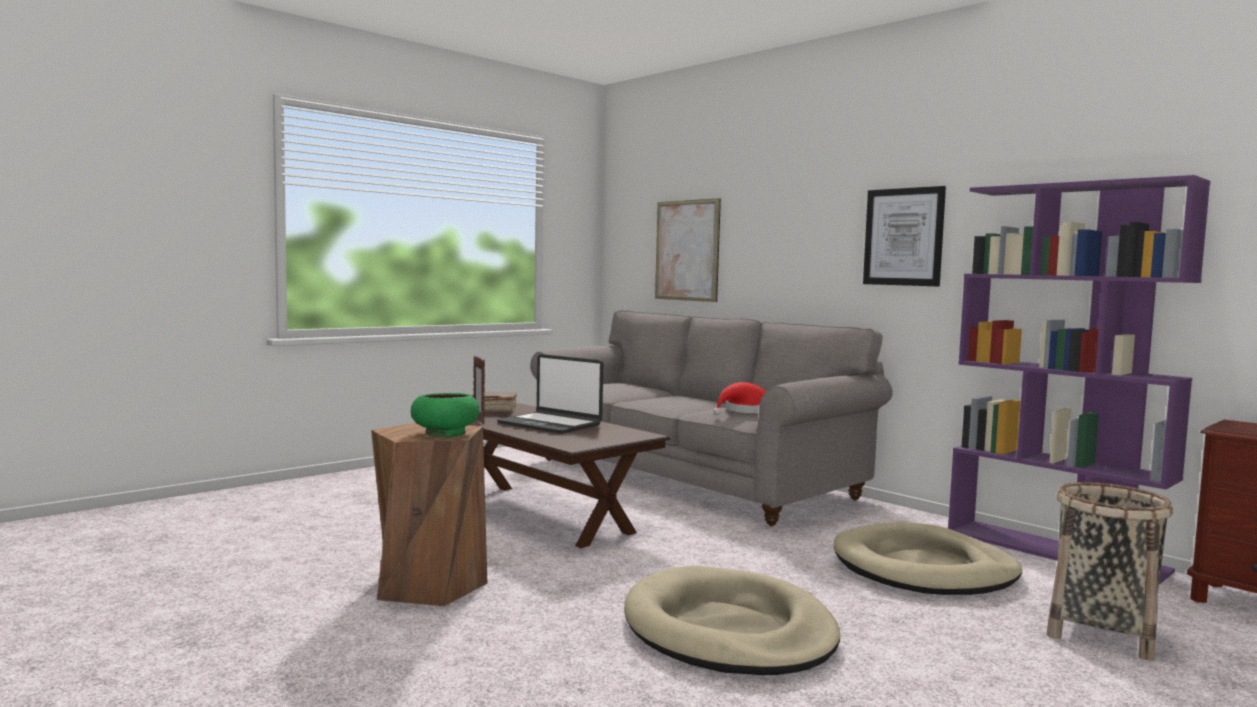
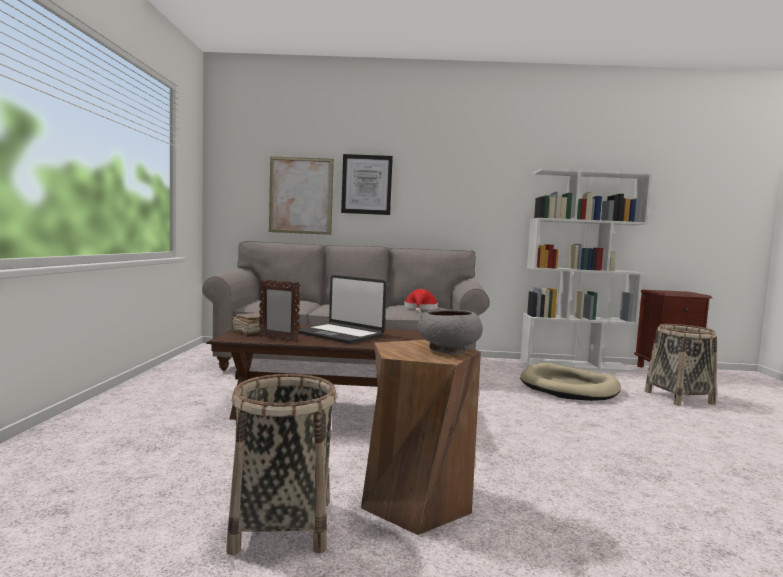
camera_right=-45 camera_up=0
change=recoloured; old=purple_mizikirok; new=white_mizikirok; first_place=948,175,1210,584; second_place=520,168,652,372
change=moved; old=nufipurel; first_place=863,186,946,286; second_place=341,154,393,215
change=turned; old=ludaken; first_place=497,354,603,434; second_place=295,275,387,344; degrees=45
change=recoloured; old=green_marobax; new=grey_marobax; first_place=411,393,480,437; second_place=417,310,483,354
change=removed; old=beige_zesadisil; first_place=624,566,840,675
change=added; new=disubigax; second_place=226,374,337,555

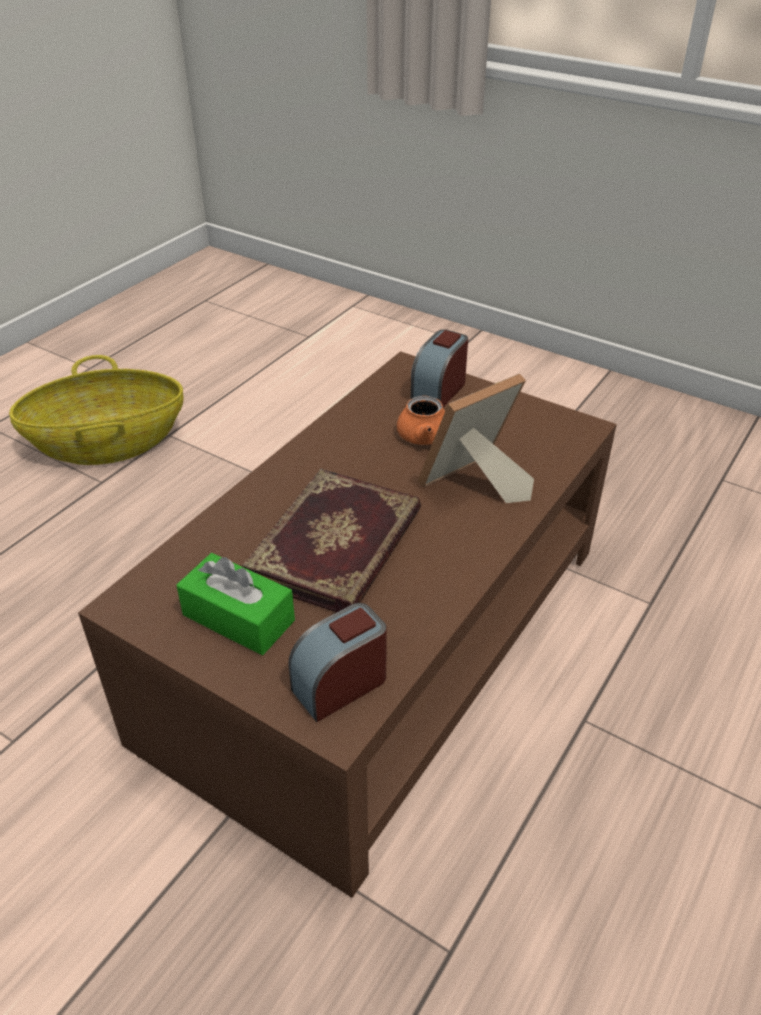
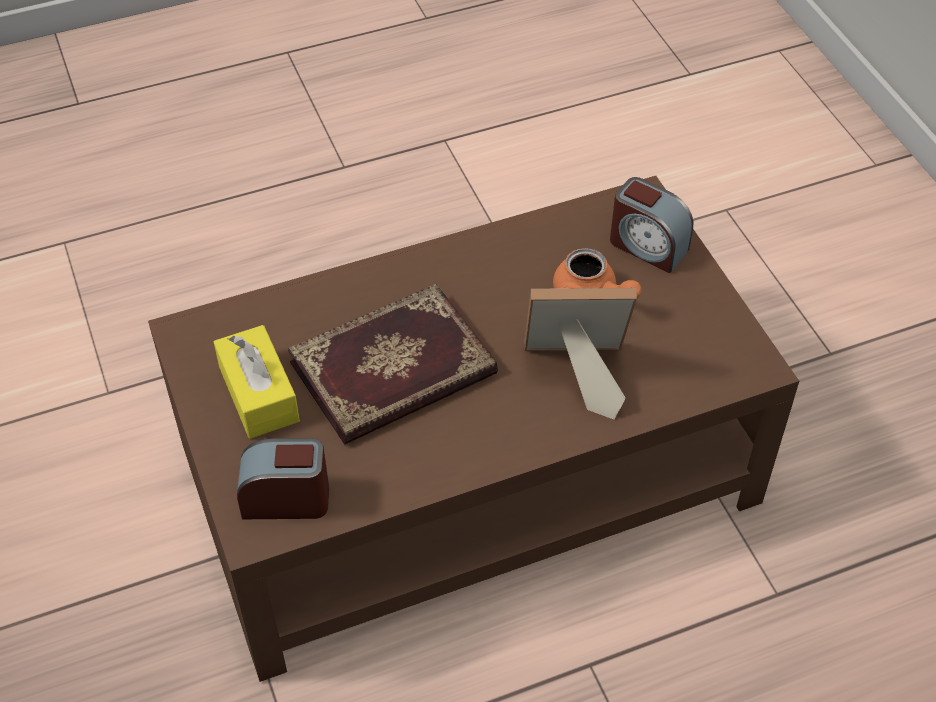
camera_right=35 camera_up=10
change=turned; old=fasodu; first_place=411,329,468,407; second_place=610,177,693,273; degrees=-120
change=removed; old=disubigax; first_place=9,355,183,465
change=recoloured; old=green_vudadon; new=yellow_vudadon; first_place=176,553,295,655; second_place=214,325,300,439

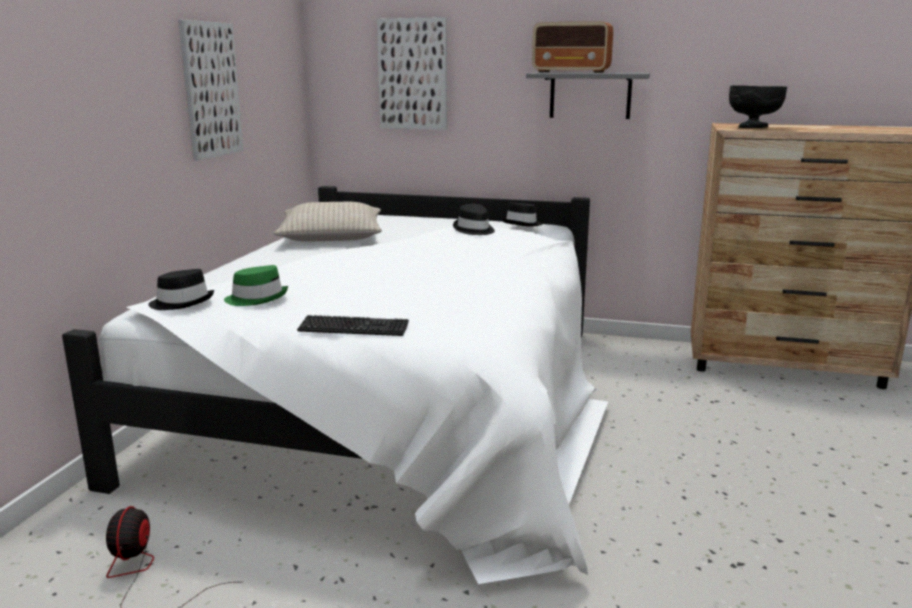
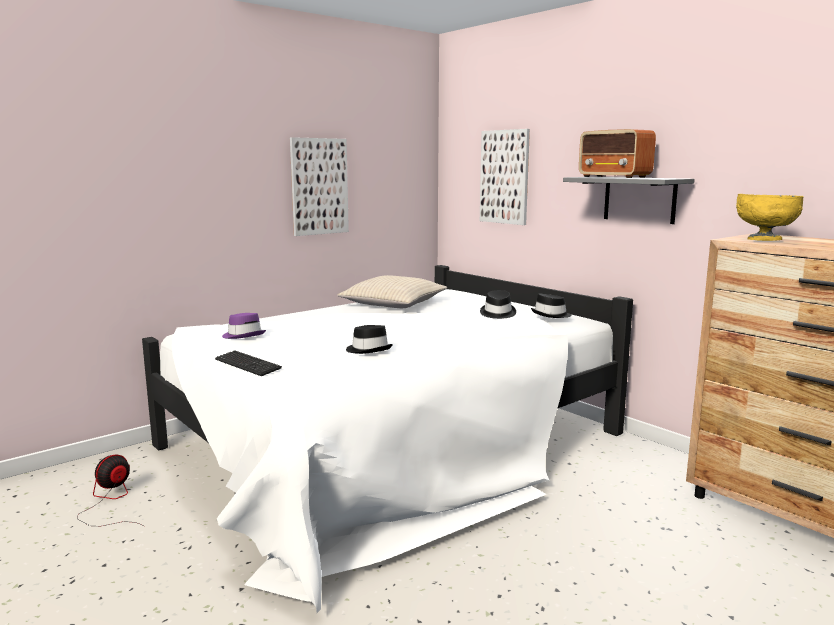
camera_right=35 camera_up=-5
change=recoloured; old=black_marobax; new=yellow_marobax; first_place=729,86,787,128; second_place=736,194,804,241
change=recoloured; old=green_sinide; new=purple_sinide; first_place=224,265,288,306; second_place=222,313,266,339
change=moved; old=black_sinide; first_place=148,269,214,310; second_place=346,325,393,354

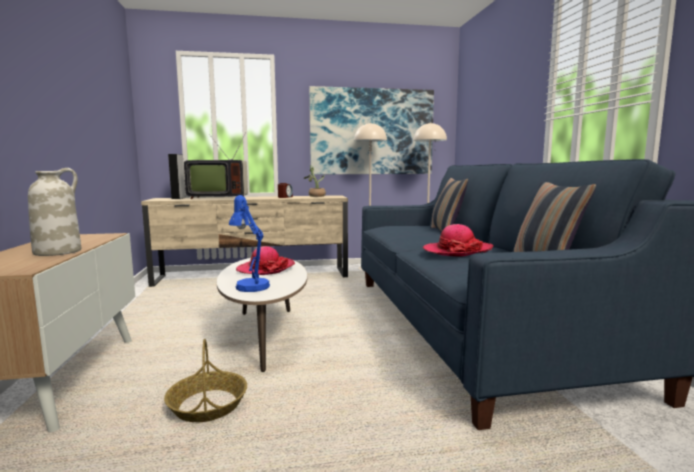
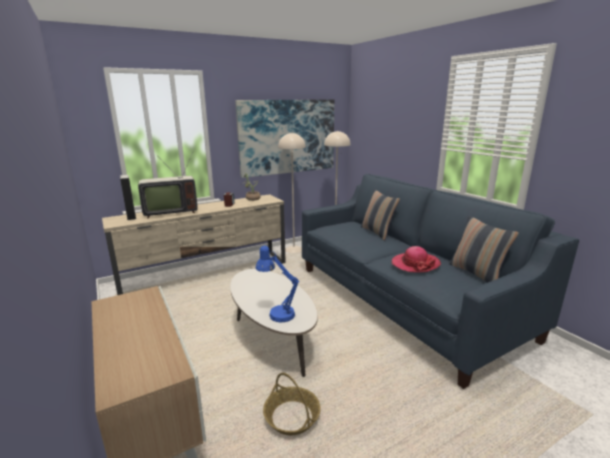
camera_right=-20 camera_up=10
change=removed; old=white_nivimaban; first_place=28,168,81,256
change=removed; old=sinide; first_place=236,246,295,275

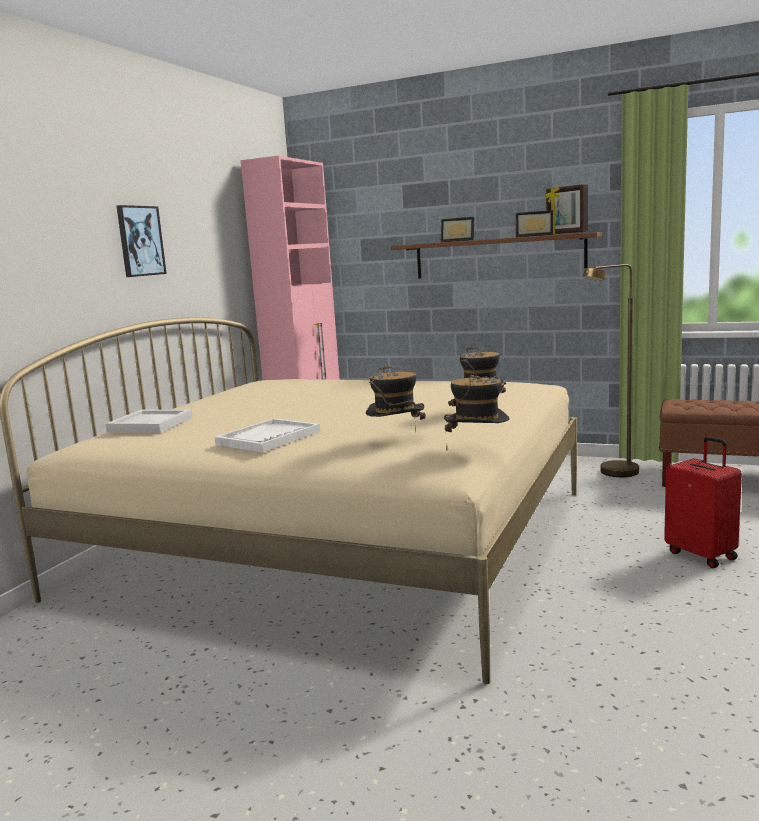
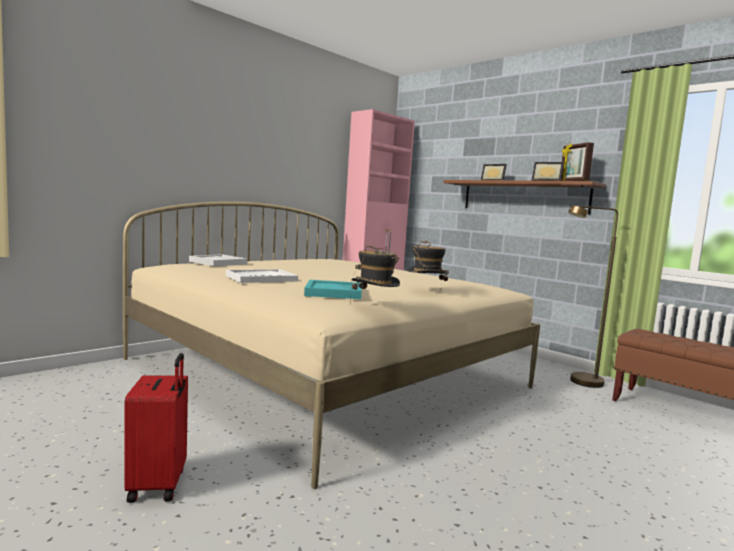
camera_right=20 camera_up=-5
change=removed; old=nufipurel; first_place=117,205,167,277
change=replaced; old=sinide; new=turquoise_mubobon; first_place=366,365,426,431; second_place=304,280,362,299
change=moved; old=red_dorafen; first_place=664,437,742,568; second_place=125,353,188,503

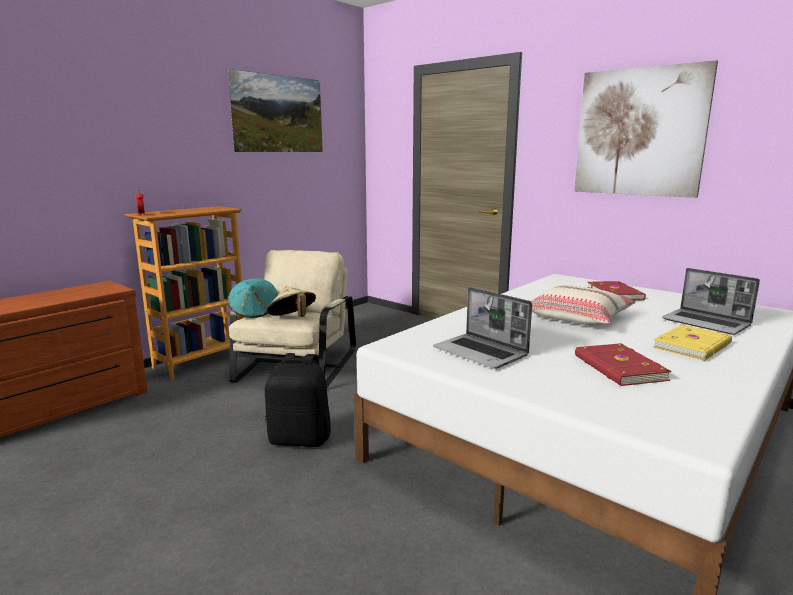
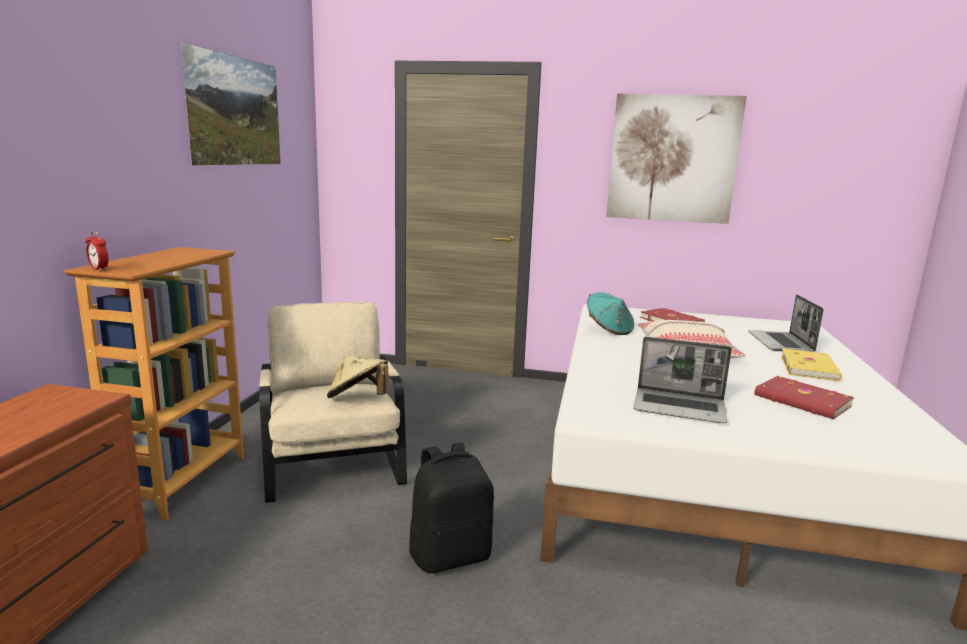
camera_right=-30 camera_up=0
change=turned; old=ludaken; first_place=662,268,760,335; second_place=748,294,823,352; degrees=75
change=moved; old=turquoise_sinide; first_place=227,278,278,318; second_place=587,292,634,335

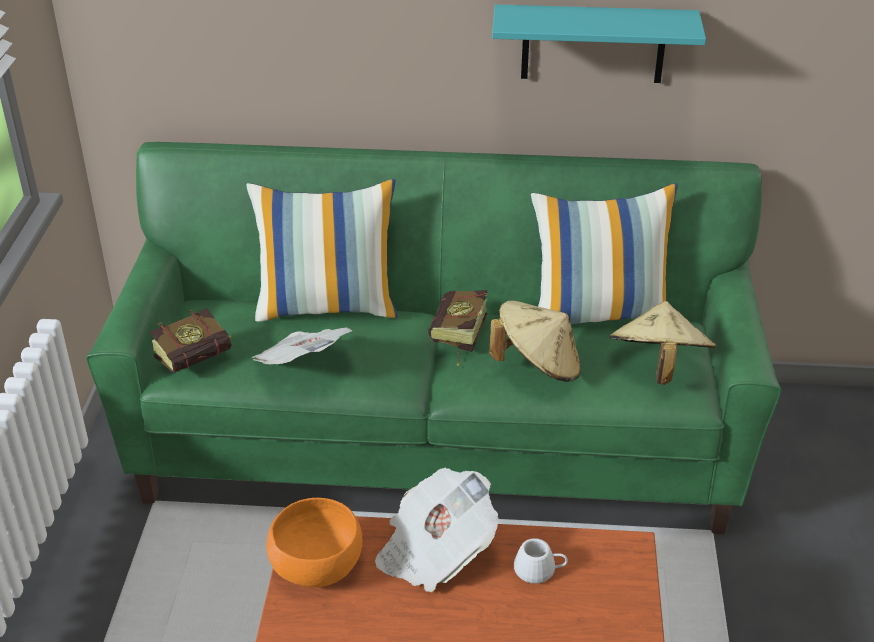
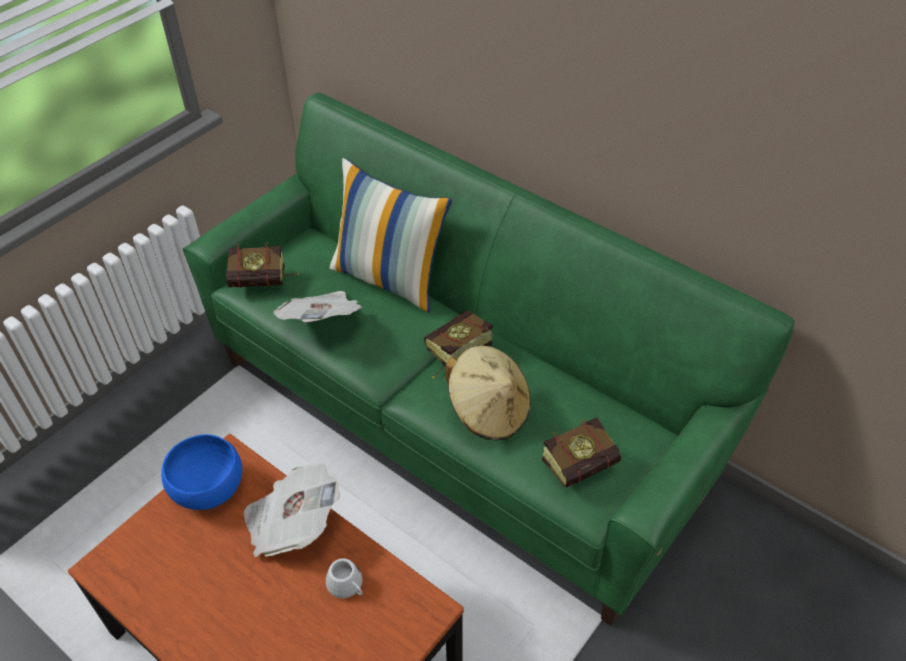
camera_right=35 camera_up=10
change=removed; old=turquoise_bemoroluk; first_place=492,4,706,83
change=removed; old=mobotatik; first_place=531,183,678,324
change=replaced; old=beige_sinide; new=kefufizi; first_place=609,301,716,385; second_place=542,417,621,487
change=recoloured; old=orange_marobax; new=blue_marobax; first_place=266,498,363,587; second_place=161,434,242,510

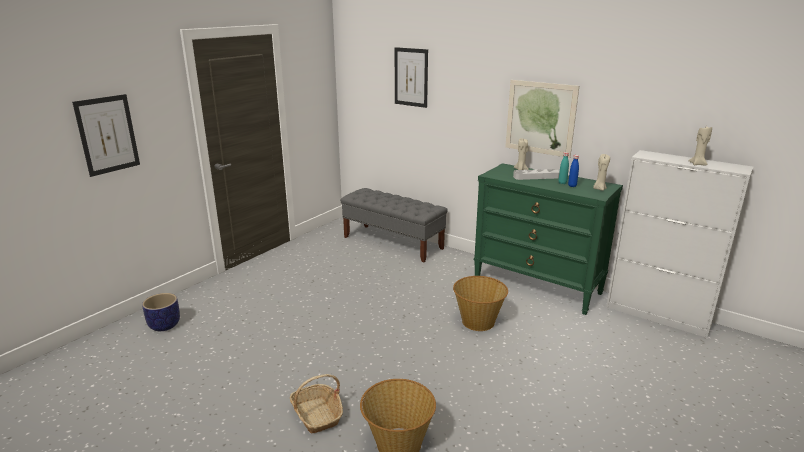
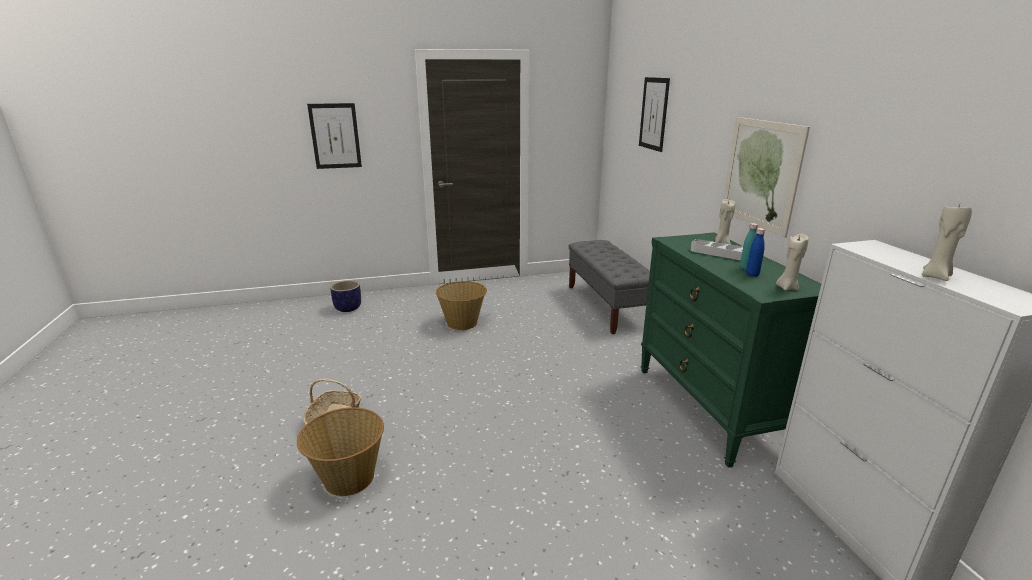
camera_right=40 camera_up=0
change=moved; old=disubigax; first_place=453,276,508,331; second_place=436,281,487,330

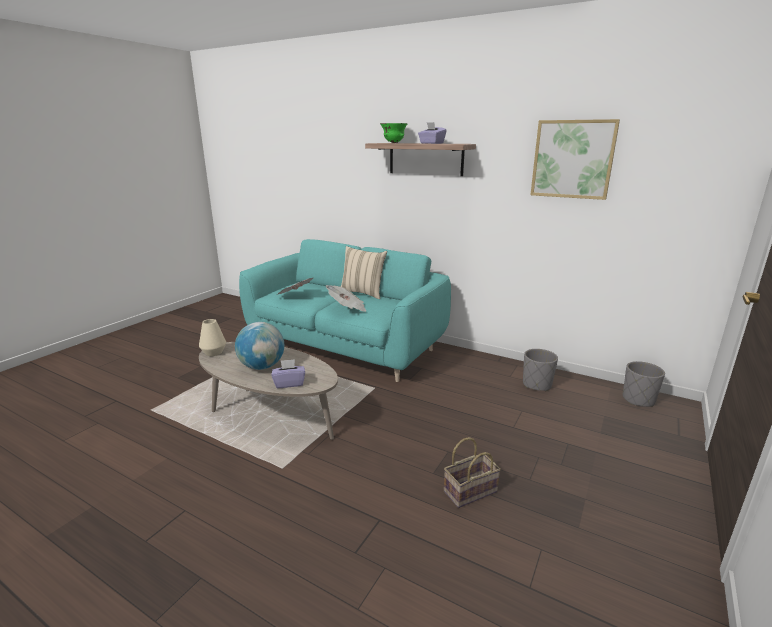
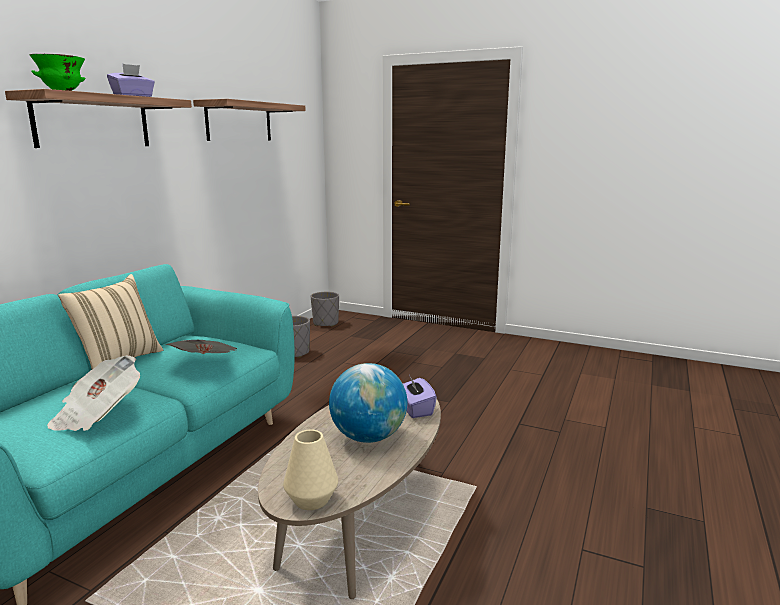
camera_right=-95 camera_up=-5
change=replaced; old=nufipurel; new=bemoroluk; first_place=530,119,620,200; second_place=193,99,306,141
change=removed; old=disubigax; first_place=444,437,501,508

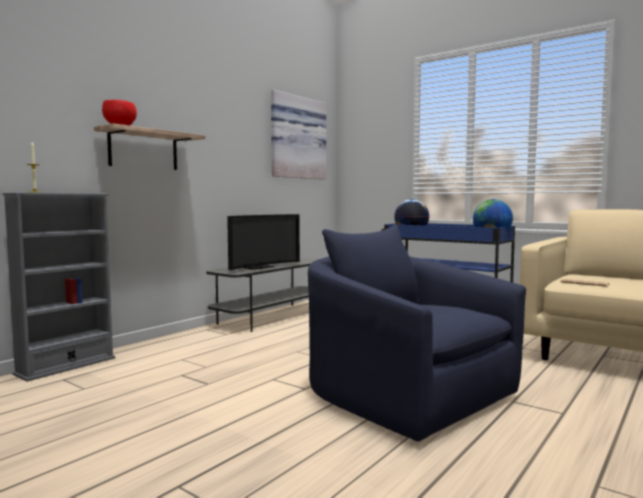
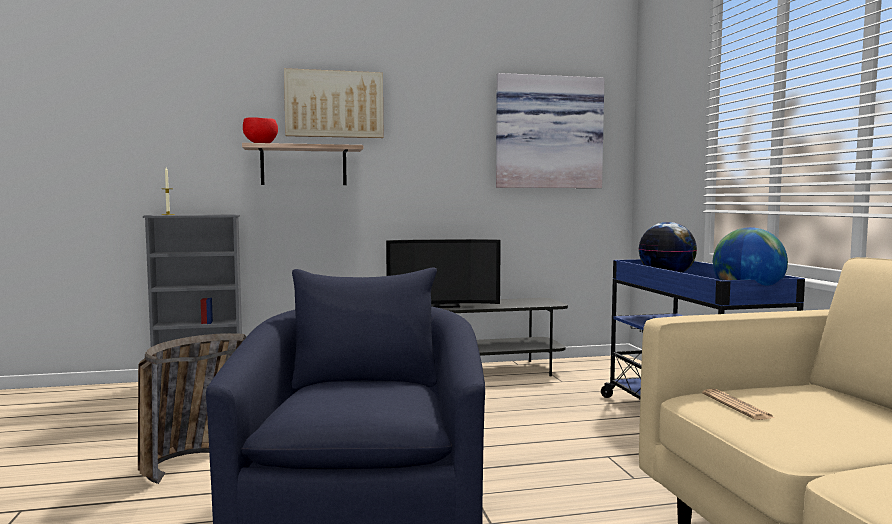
camera_right=40 camera_up=0
change=added; new=nufipurel; second_place=284,68,383,138
change=added; new=disubigax; second_place=138,333,247,484

